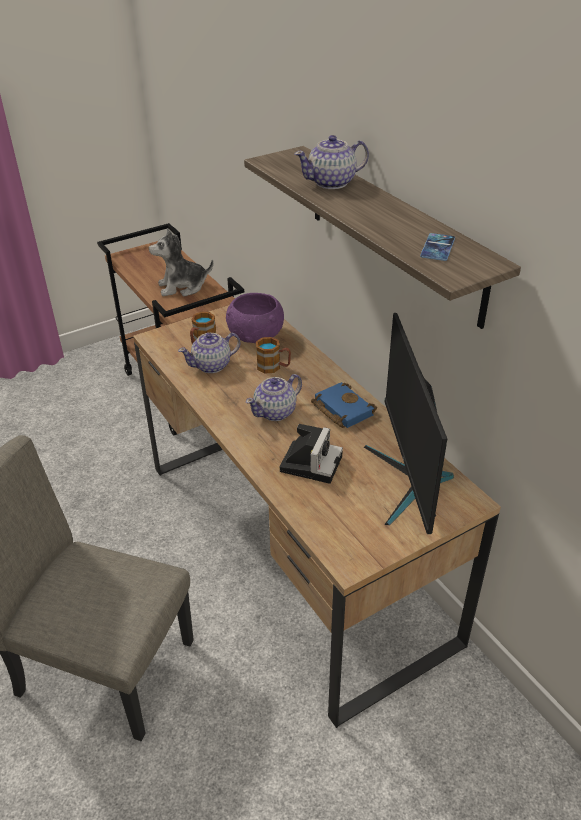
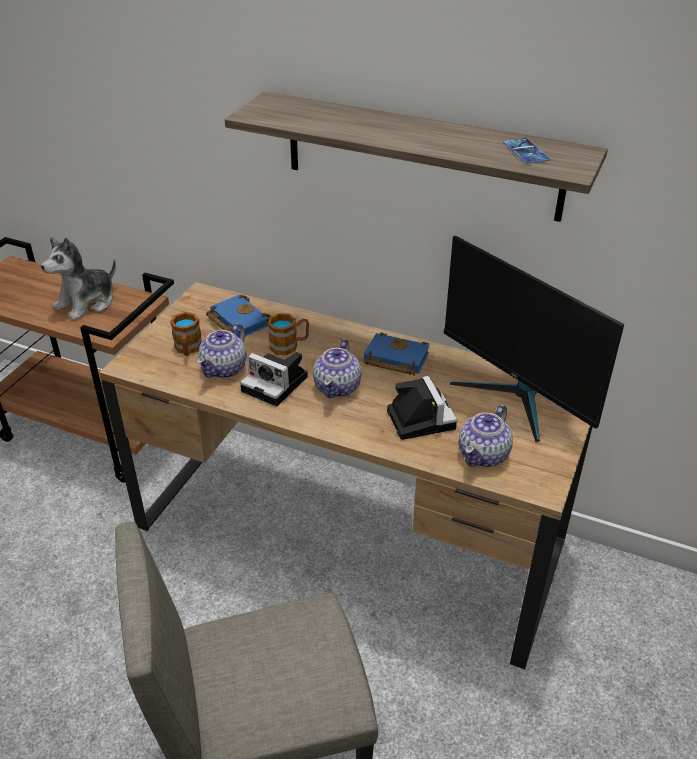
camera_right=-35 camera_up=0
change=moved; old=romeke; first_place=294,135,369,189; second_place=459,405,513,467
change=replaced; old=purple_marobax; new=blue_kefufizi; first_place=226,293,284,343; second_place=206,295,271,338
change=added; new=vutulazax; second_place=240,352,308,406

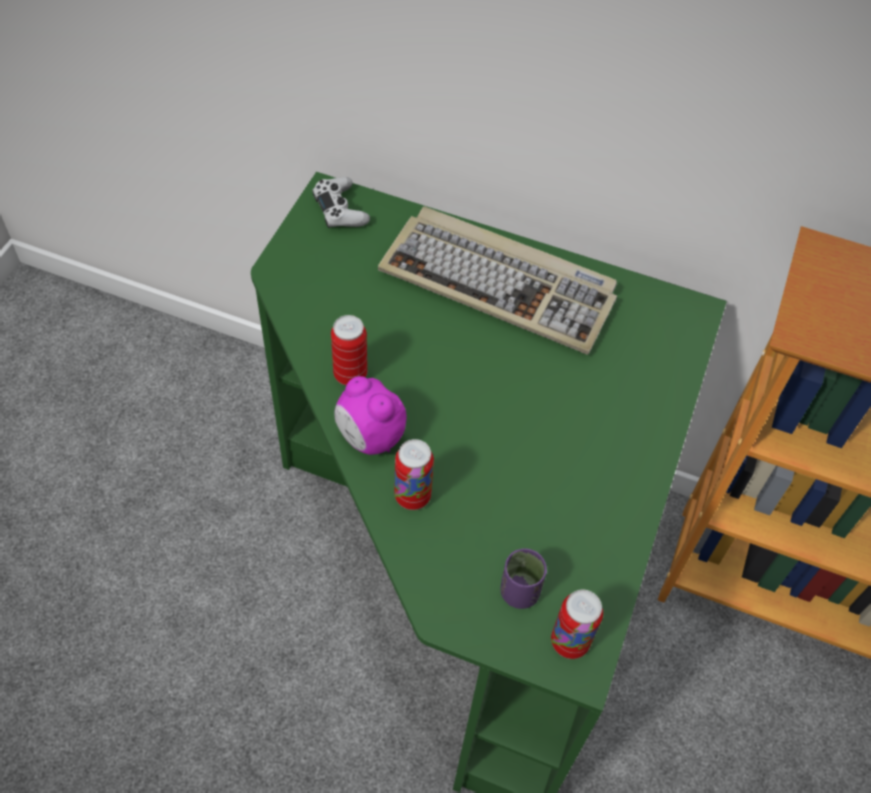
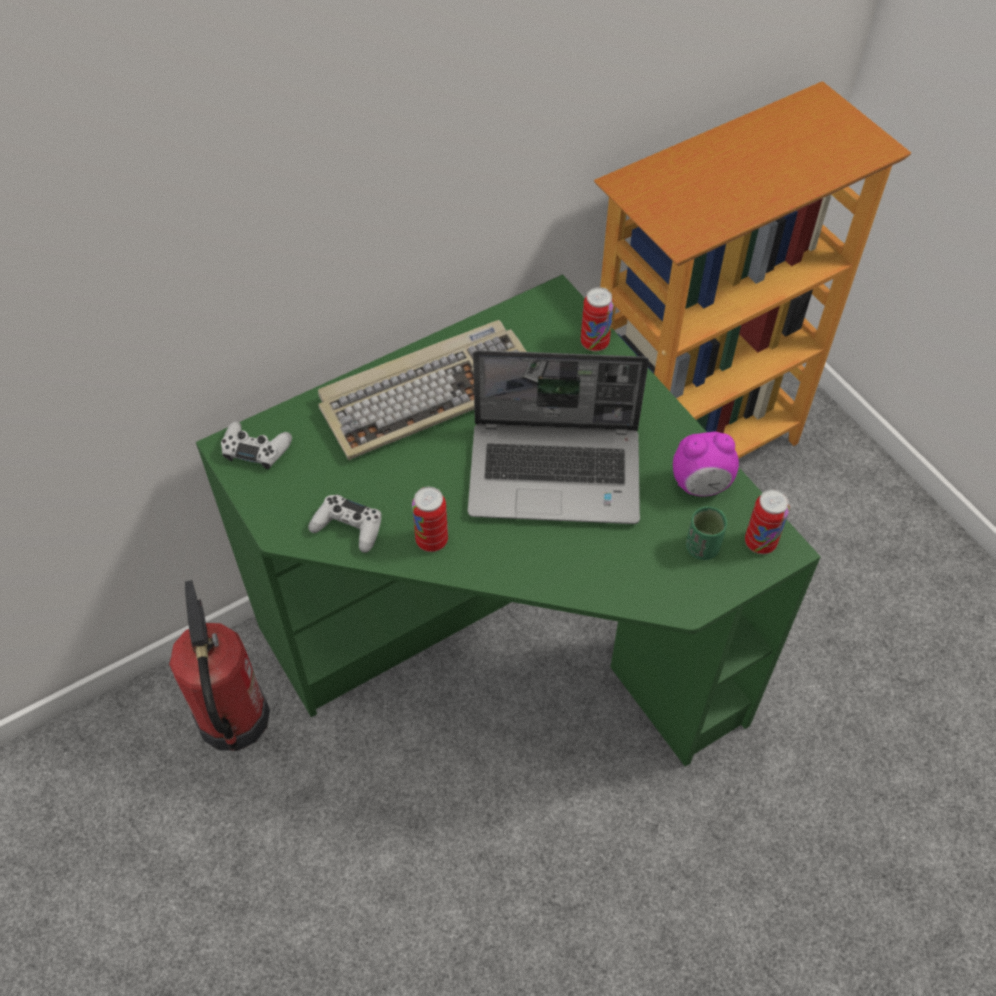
camera_right=-50 camera_up=0
change=moved; old=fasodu; first_place=335,376,407,455; second_place=673,431,739,497
change=moved; old=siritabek; first_place=394,439,434,510; second_place=581,287,614,351
change=recoloured; old=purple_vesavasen; new=green_vesavasen; first_place=501,548,547,609; second_place=686,507,727,560
change=added; new=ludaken; second_place=468,350,649,524
change=added; new=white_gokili; second_place=308,494,381,553
change=added; new=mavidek; second_place=169,580,270,751

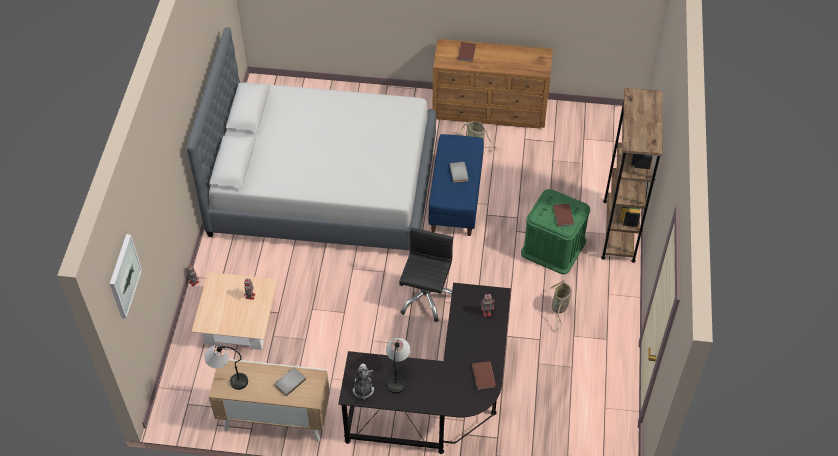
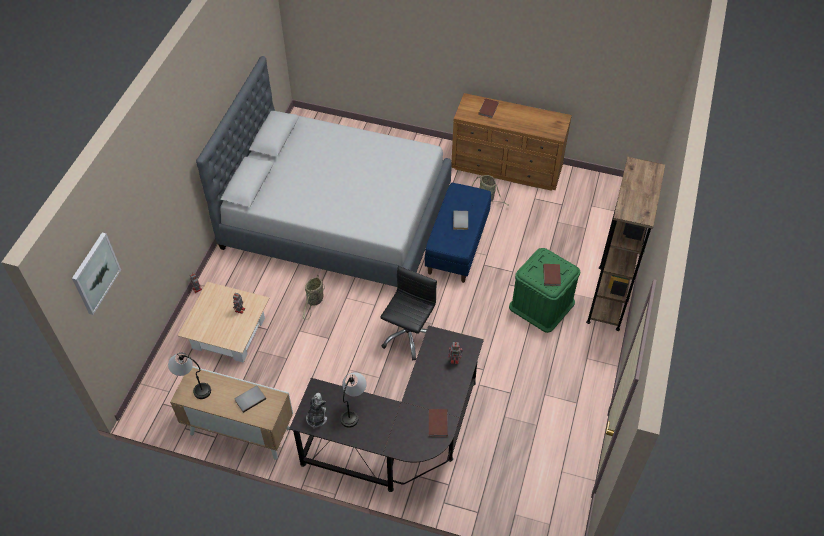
camera_right=10 camera_up=0
change=moved; old=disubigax; first_place=550,281,572,330; second_place=303,274,325,320

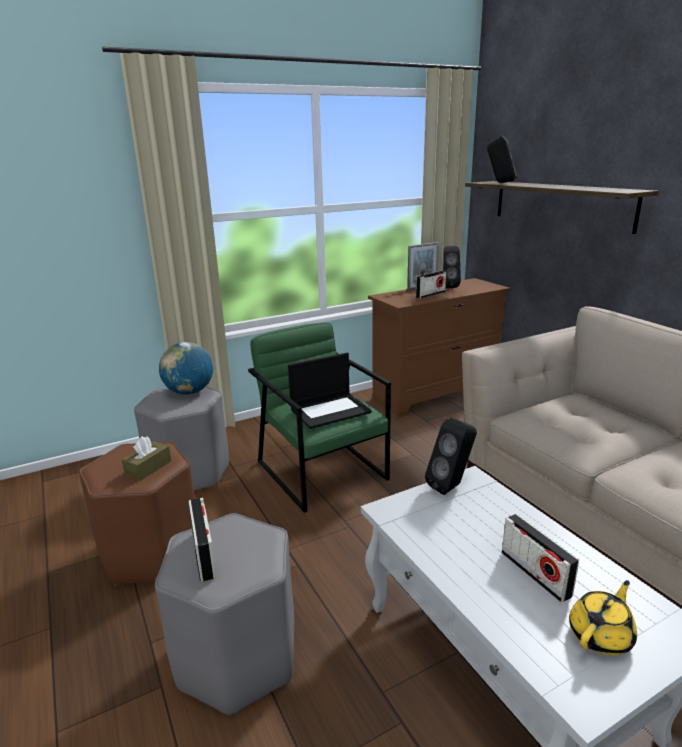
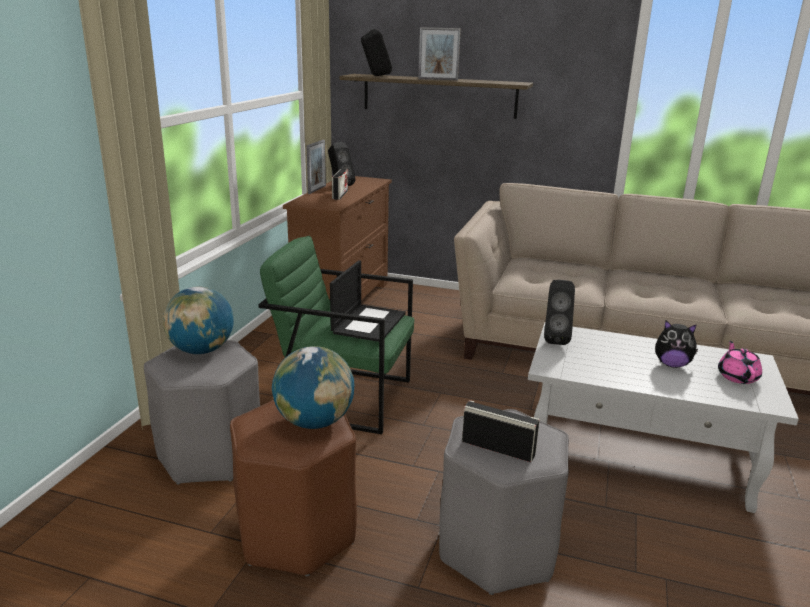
camera_right=-45 camera_up=0
change=replaced; old=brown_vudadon; new=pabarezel; first_place=122,436,171,481; second_place=272,346,354,429
change=replaced; old=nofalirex; new=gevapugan; first_place=502,514,579,602; second_place=655,321,698,368
change=recoloured; old=yellow_romeke; new=pink_romeke; first_place=569,580,637,655; second_place=718,341,762,384
change=added; new=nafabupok; second_place=418,27,461,80

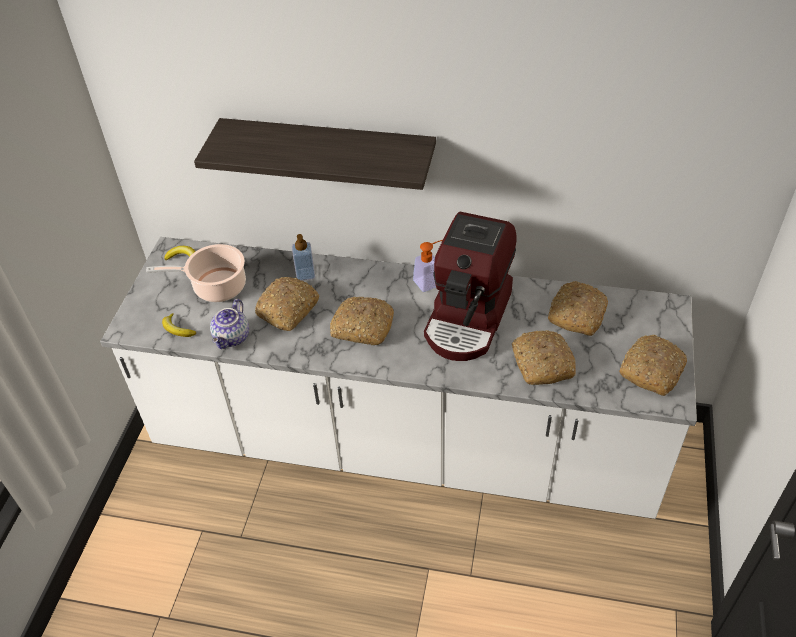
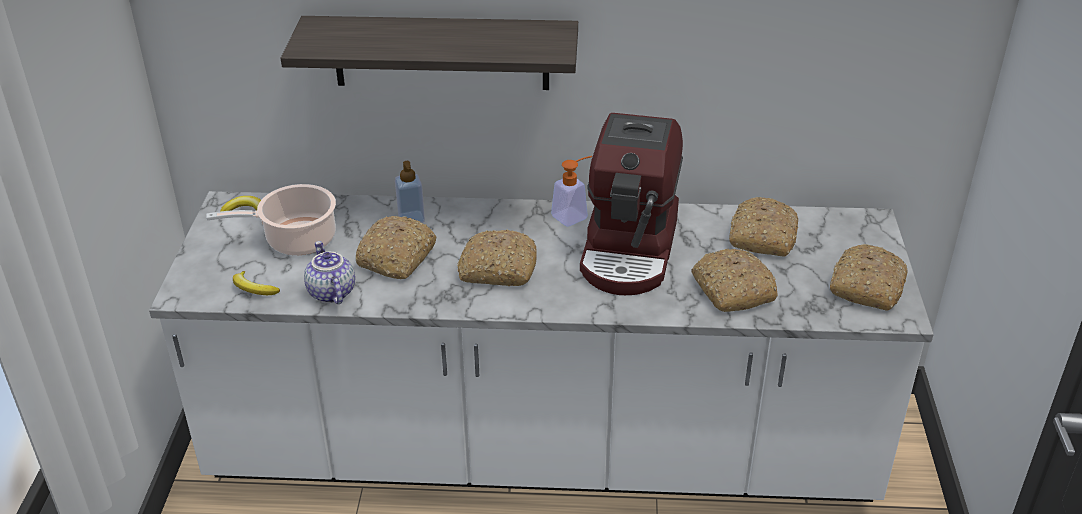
camera_right=-10 camera_up=-10
change=turned; old=romeke; first_place=210,299,249,349; second_place=304,241,355,304; degrees=150

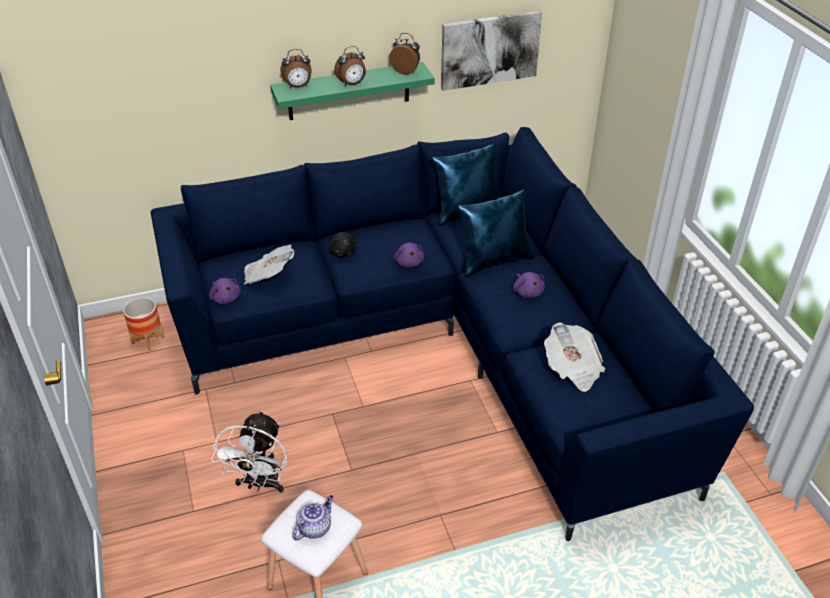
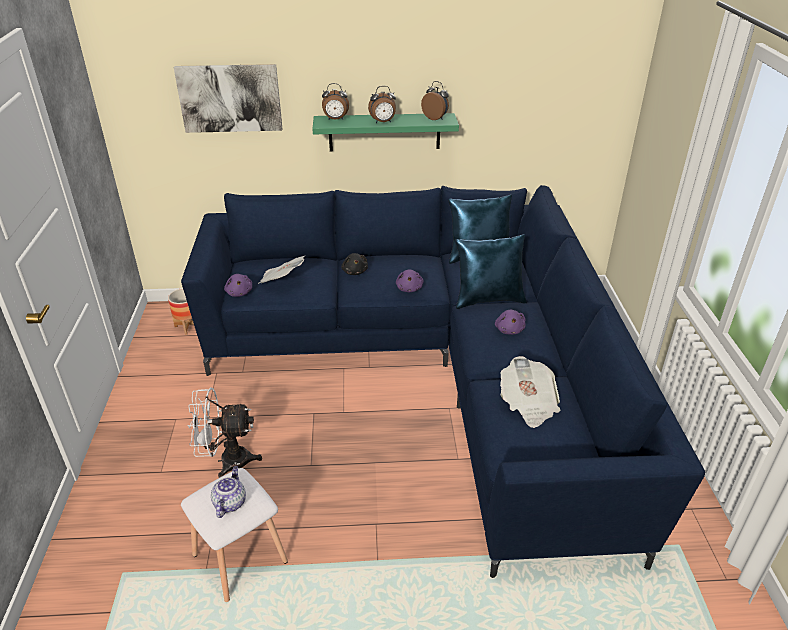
camera_right=15 camera_up=-5
change=moved; old=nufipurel; first_place=441,10,542,91; second_place=174,64,282,133
change=turned; old=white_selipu; first_place=211,411,288,493; second_place=188,388,262,478; degrees=60
change=turned; old=romeke; first_place=292,495,333,541; second_place=211,466,246,518; degrees=-45

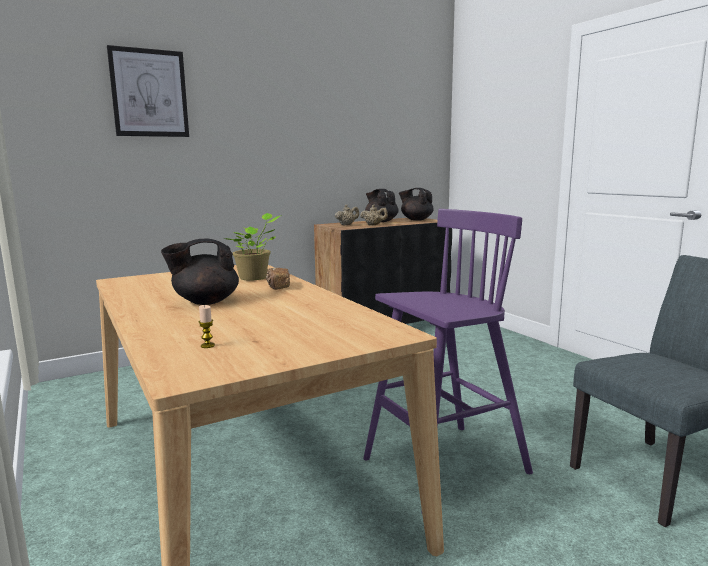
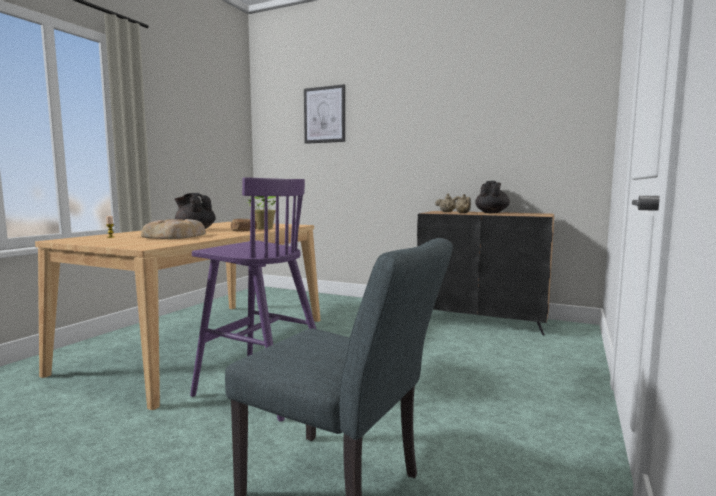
camera_right=55 camera_up=-5
change=removed; old=black_romeke; first_place=399,188,434,221
change=added; new=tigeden; second_place=141,219,206,239

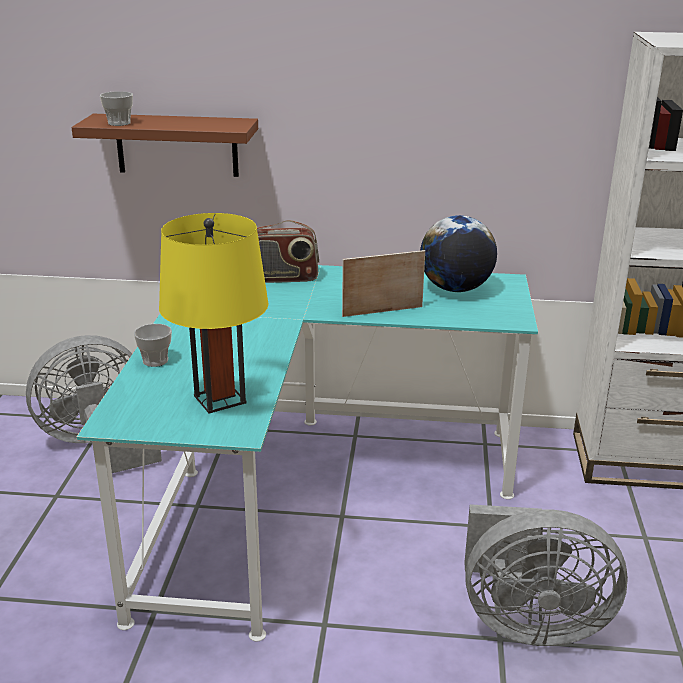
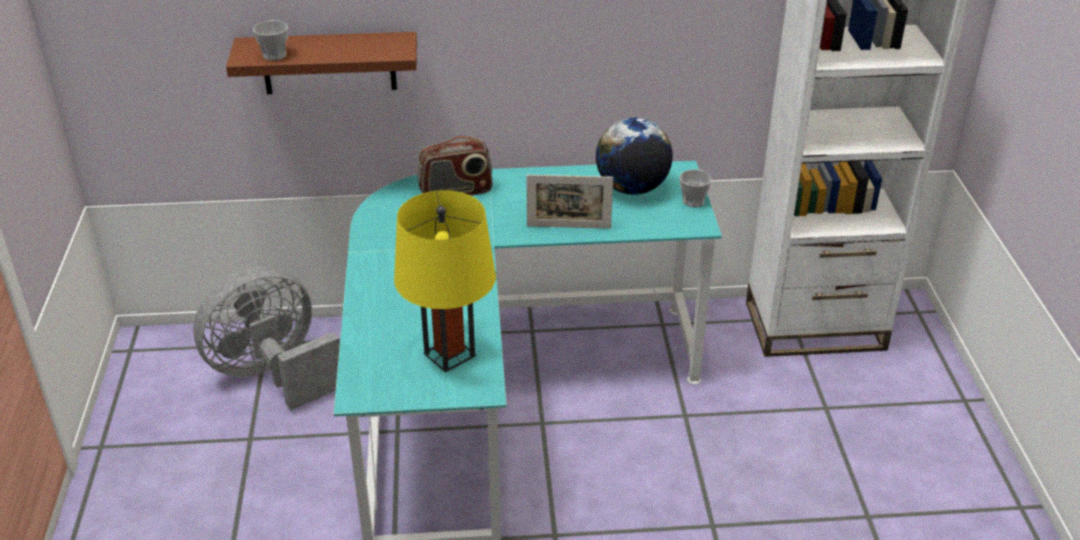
camera_right=-10 camera_up=10
change=turned; old=nafabupok; first_place=342,250,425,317; second_place=527,175,613,229; degrees=-150
change=moved; old=vesavasen; first_place=134,324,172,367; second_place=680,169,712,207
change=removed; old=grey_selipu; first_place=464,504,628,646

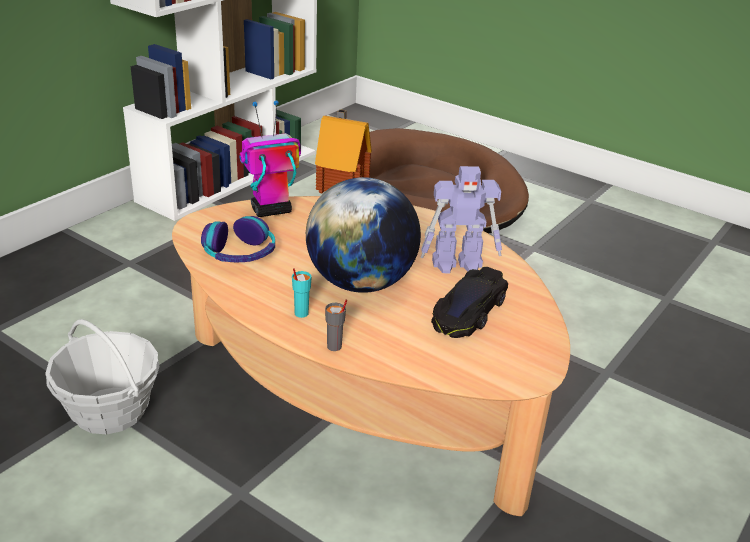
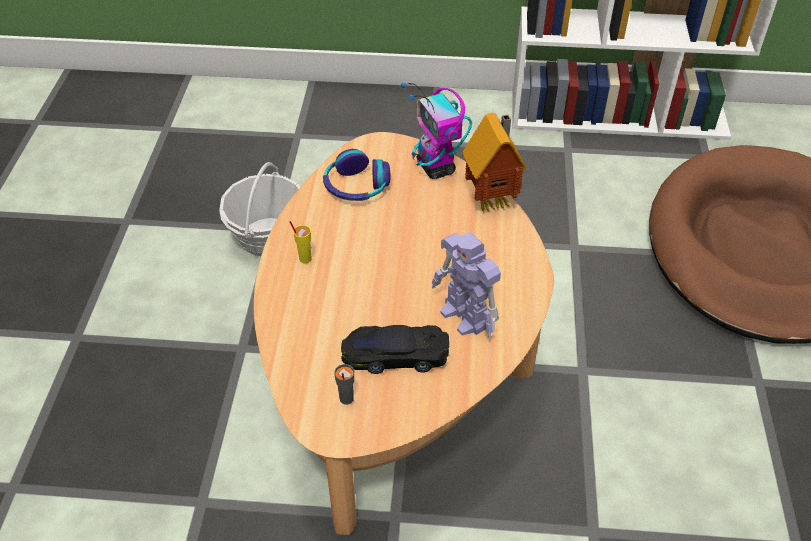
camera_right=60 camera_up=15
change=turned; old=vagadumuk; first_place=239,100,301,217; second_place=401,83,472,179; degrees=-150
change=removed; old=pabarezel; first_place=306,177,421,293
change=recoloured; old=turquoise_vesavasen; new=yellow_vesavasen; first_place=292,268,311,318; second_place=289,221,312,263
change=moved; old=grey_vesavasen; first_place=325,299,347,351; second_place=334,364,354,405

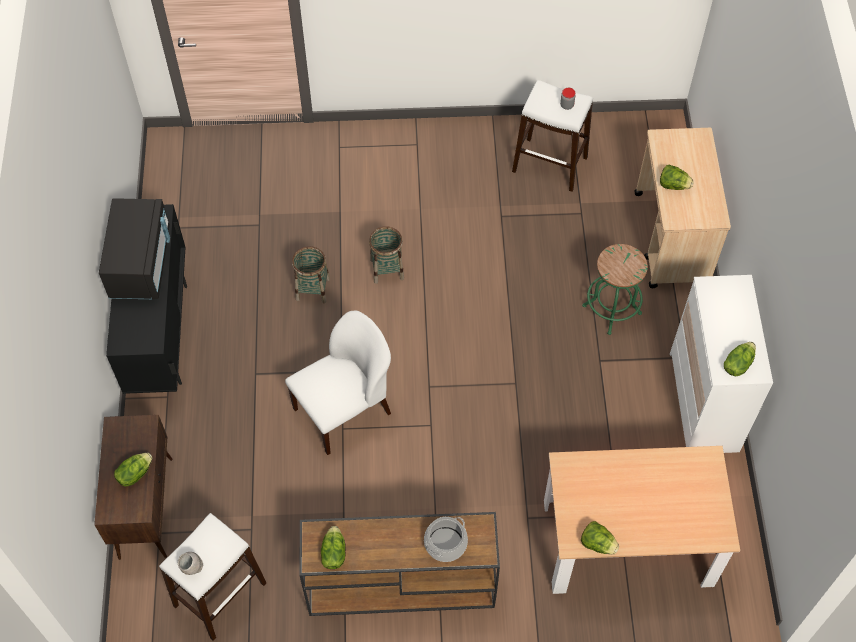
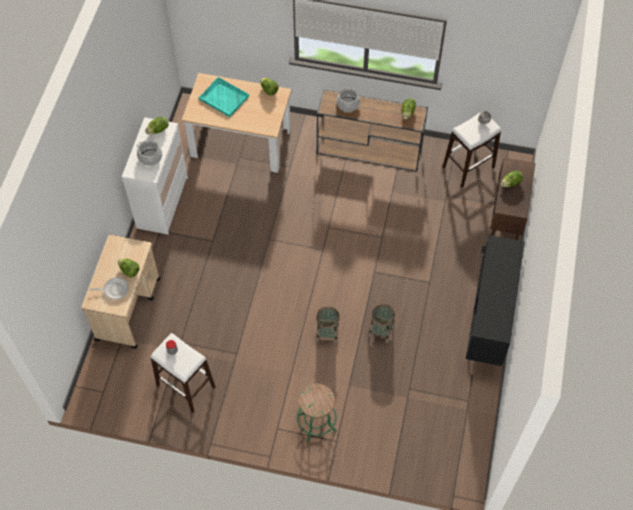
camera_right=-165 camera_up=0
change=removed; old=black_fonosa; first_place=99,198,170,299
change=moved; old=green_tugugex; first_place=582,244,648,335; second_place=297,384,337,442
change=removed; old=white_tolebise; first_place=285,310,391,455
change=added; new=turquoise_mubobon; second_place=199,77,249,117
change=added; new=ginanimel; second_place=137,140,162,166
change=added; new=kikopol; second_place=90,277,129,300

